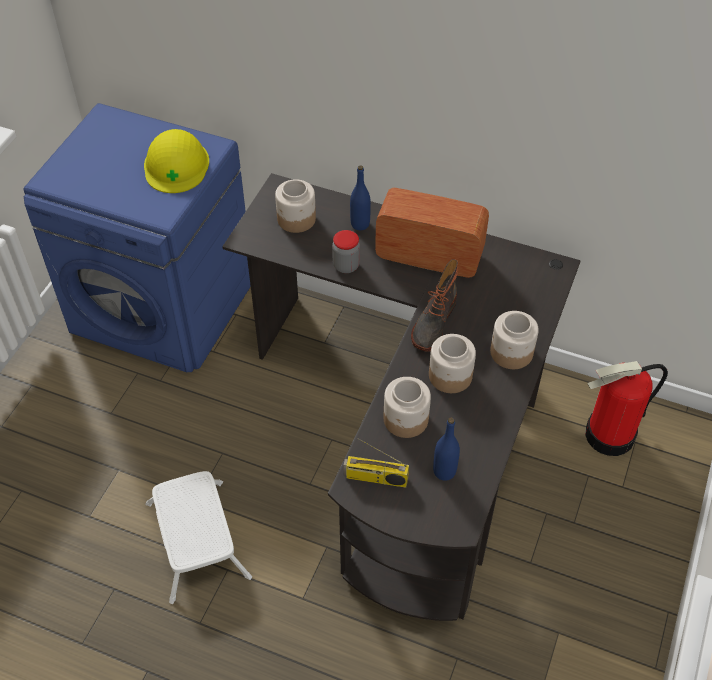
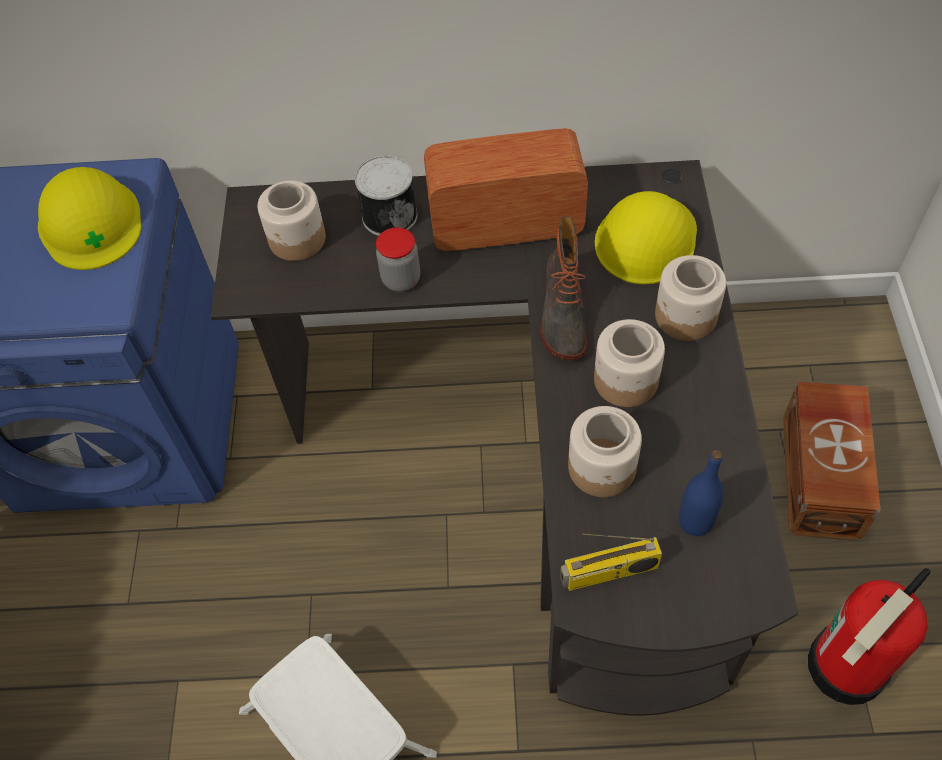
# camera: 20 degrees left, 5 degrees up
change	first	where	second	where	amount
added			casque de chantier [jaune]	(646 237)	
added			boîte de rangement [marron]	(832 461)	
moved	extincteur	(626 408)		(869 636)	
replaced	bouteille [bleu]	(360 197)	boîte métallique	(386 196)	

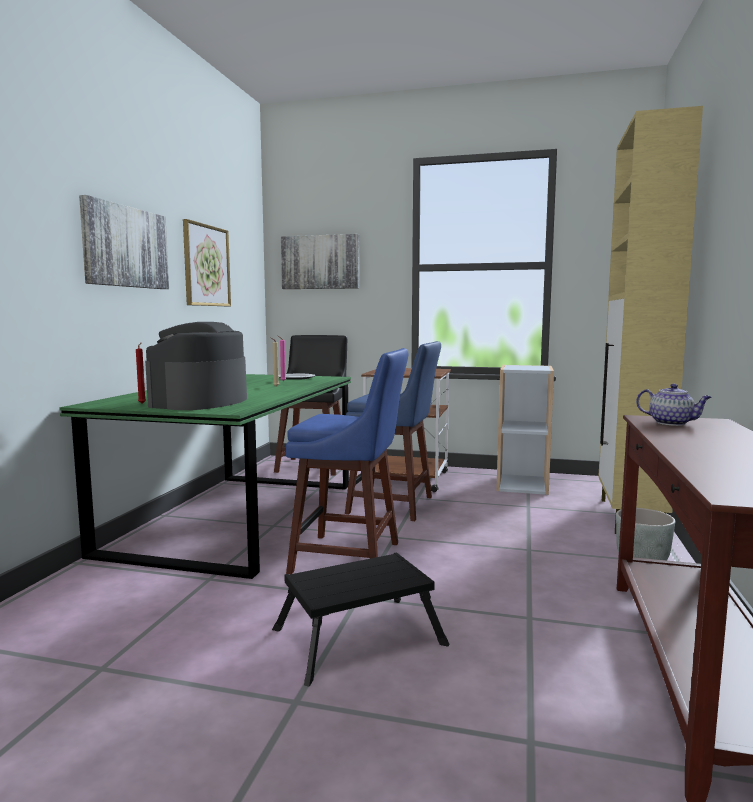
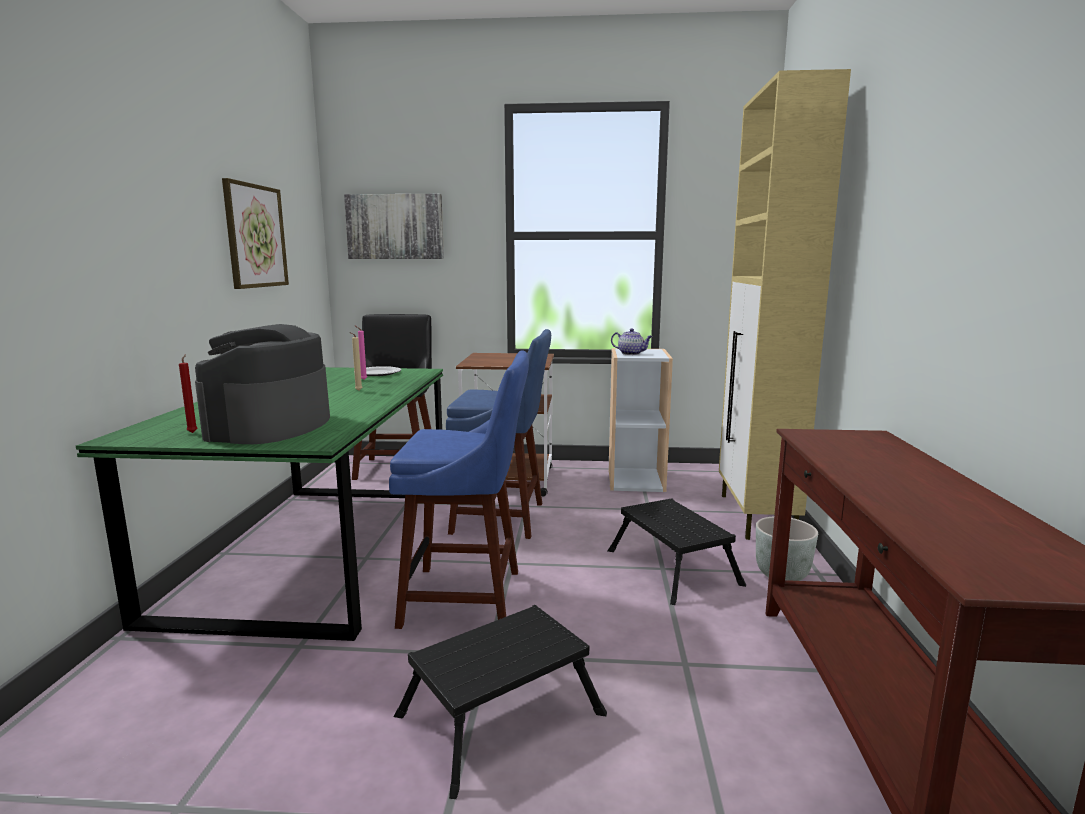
# camera: 10 degrees left, 5 degrees up
change	first	where	second	where	amount
removed	tableau	(124 242)			
added			escabeau [noir]	(677 551)	
moved	théière	(674 405)		(632 341)	

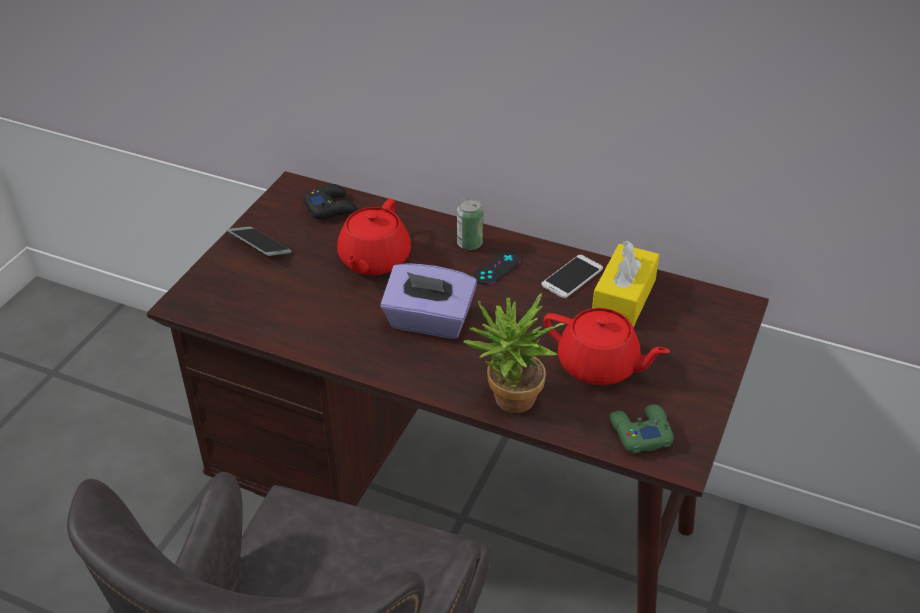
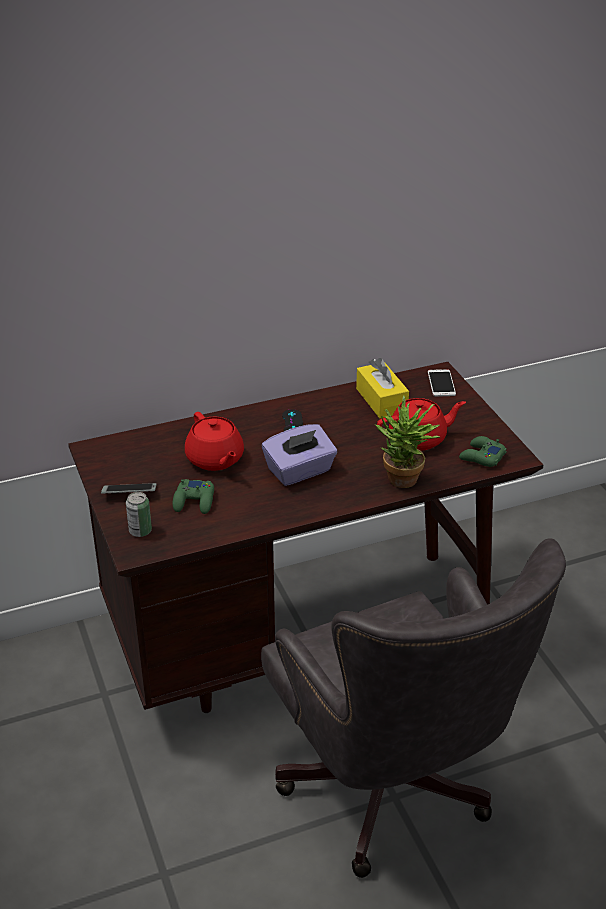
# camera: 45 degrees left, 5 degrees down
change	first	where	second	where	amount
removed	manette [noir]	(330 202)			
added			manette [vert]	(193 496)	
moved	boîte métallique	(470 224)		(139 514)	
moved	téléphone	(572 276)		(442 383)	

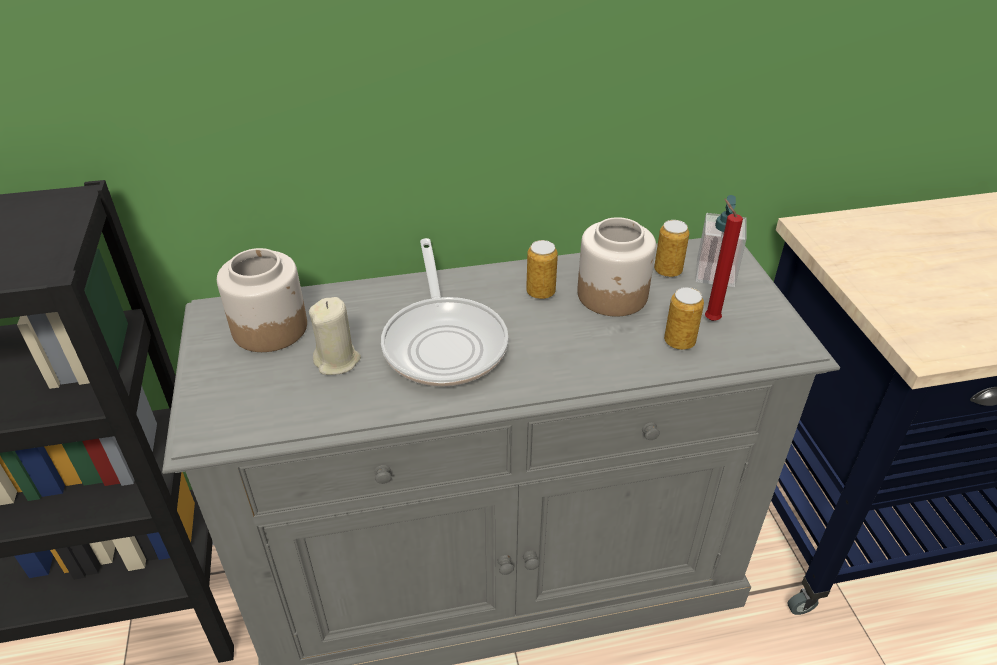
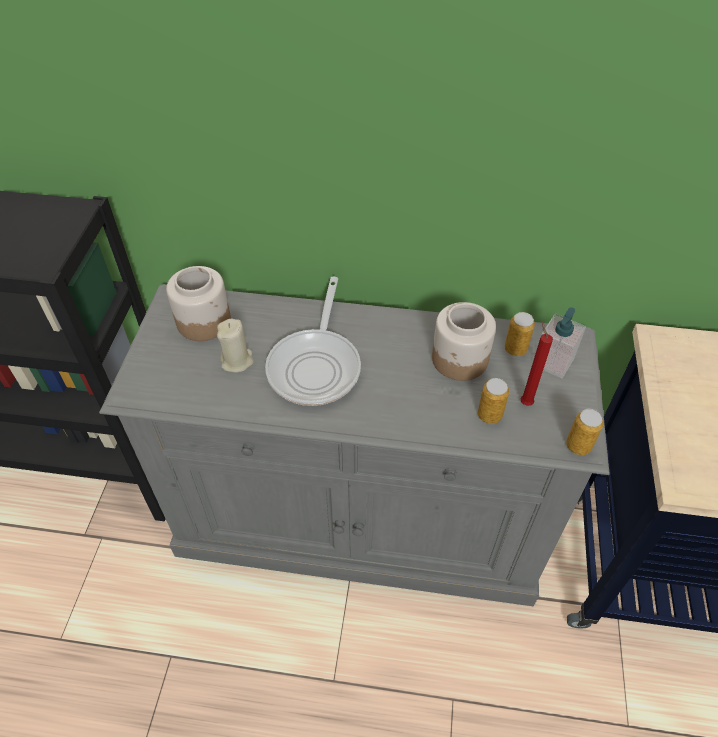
# camera: 20 degrees right, 10 degrees up
change	first	where	second	where	amount
moved	boîte métallique	(542 269)		(584 432)	

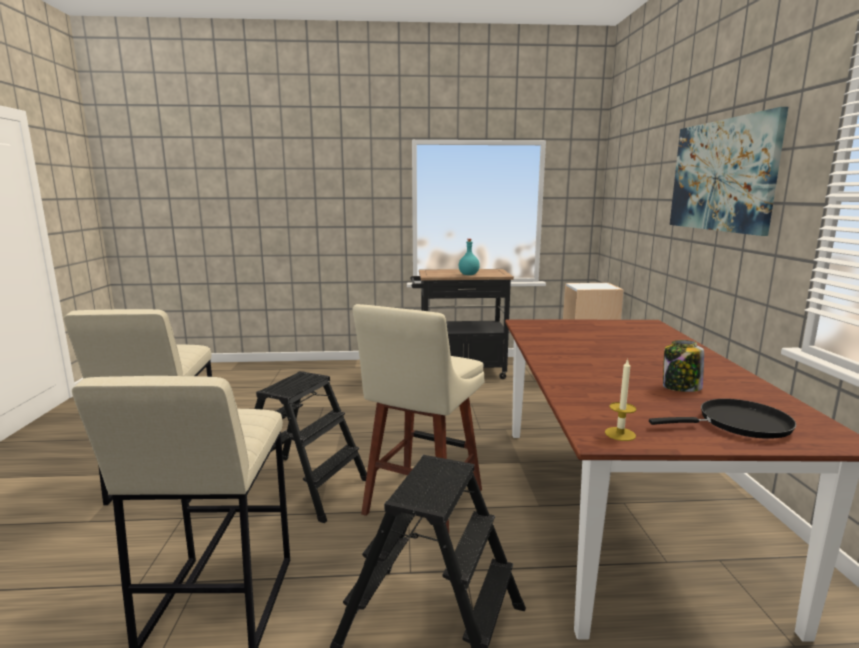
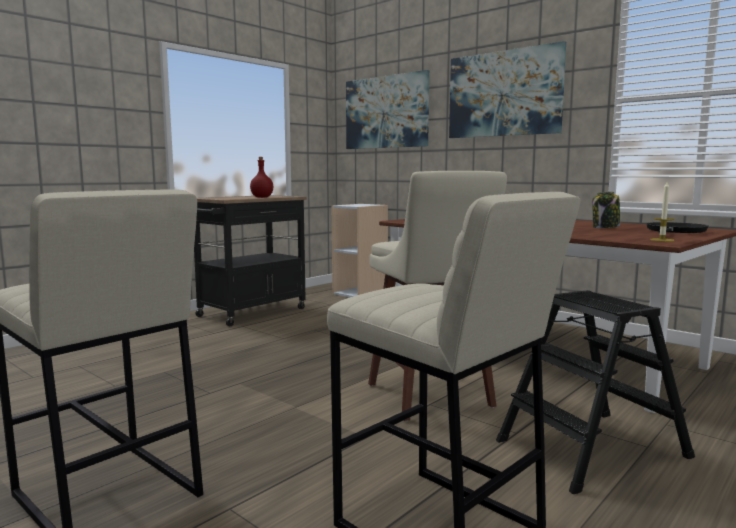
# camera: 45 degrees left, 5 degrees down
change	first	where	second	where	amount
removed	escabeau [noir]	(311 447)			
added			tableau	(387 109)	
recoloured	bouteille [turquoise]	(469 257)	bouteille [rouge]	(261 177)	

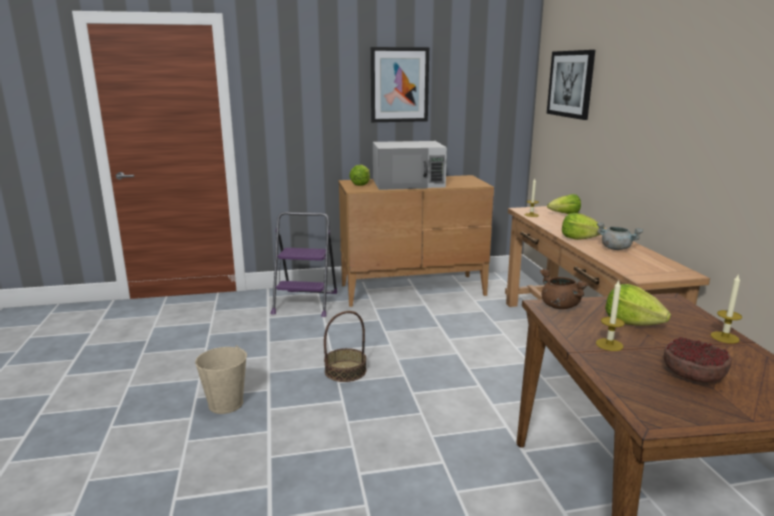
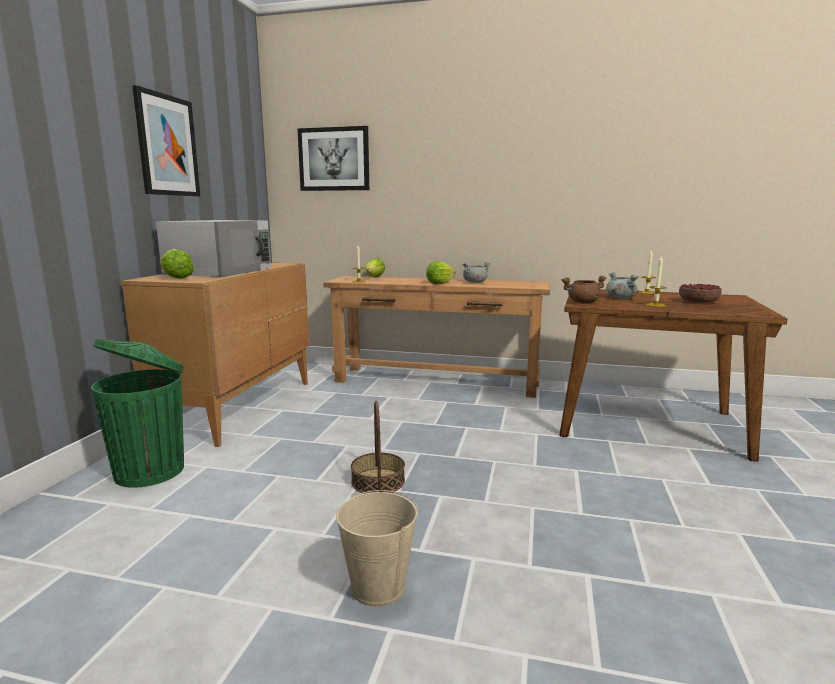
# camera: 65 degrees left, 5 degrees down
change	first	where	second	where	amount
replaced	escabeau [violet]	(303 264)	poubelle [vert]	(137 413)	
replaced	laitue	(638 304)	marmite [gris]	(622 285)	

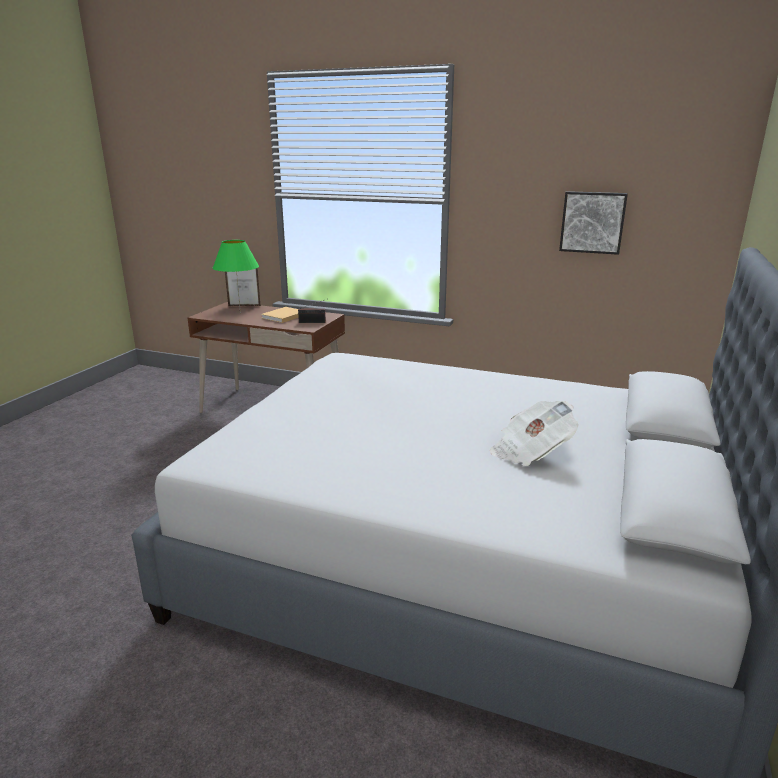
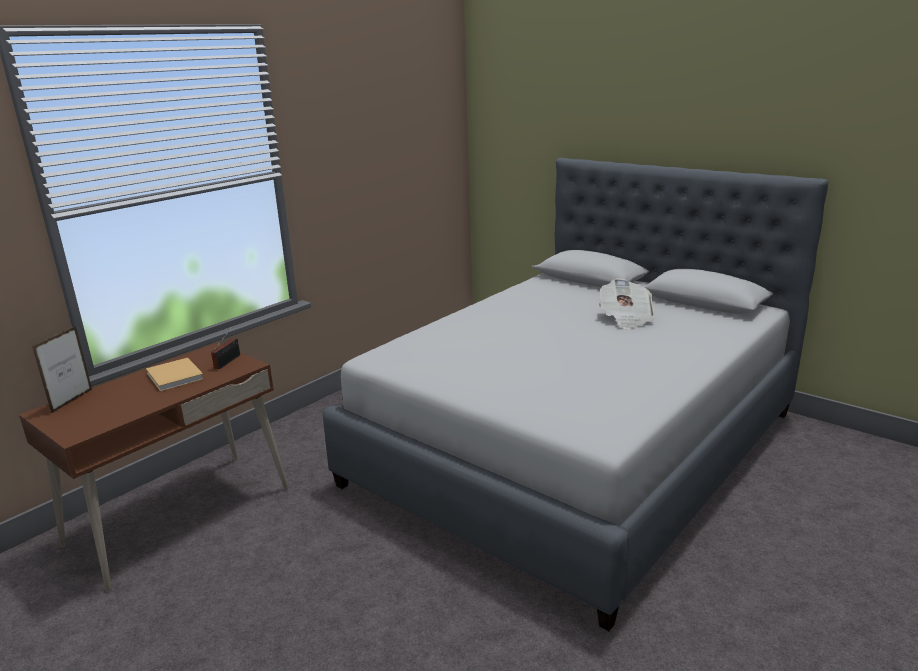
# camera: 70 degrees left, 0 degrees up
change	first	where	second	where	amount
removed	lampe de table [vert]	(236 276)			
removed	tableau	(593 223)			

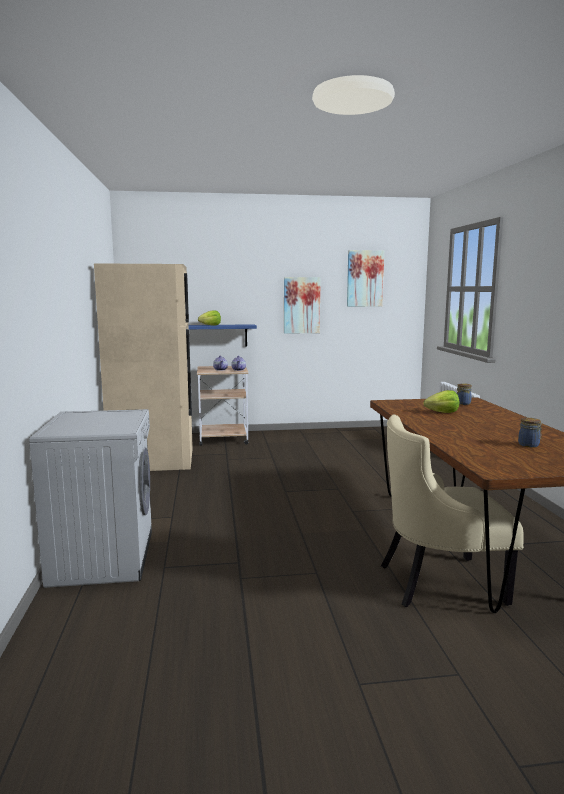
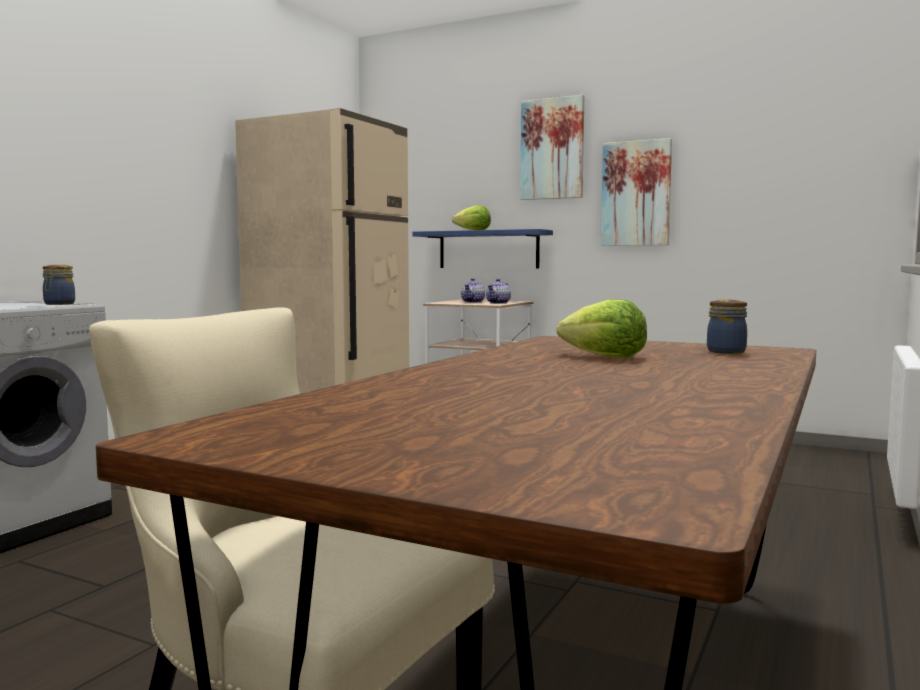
# camera: 35 degrees right, 5 degrees down
change	first	where	second	where	amount
moved	tableau	(365 278)		(552 147)	
moved	bocal	(530 433)		(59 285)	

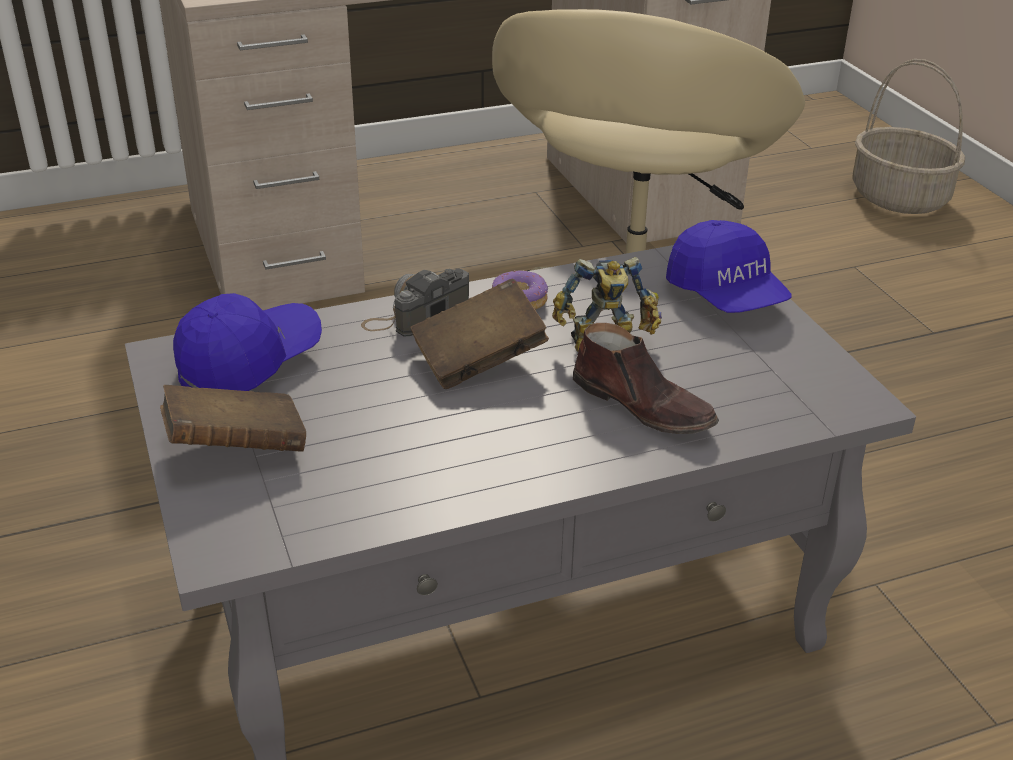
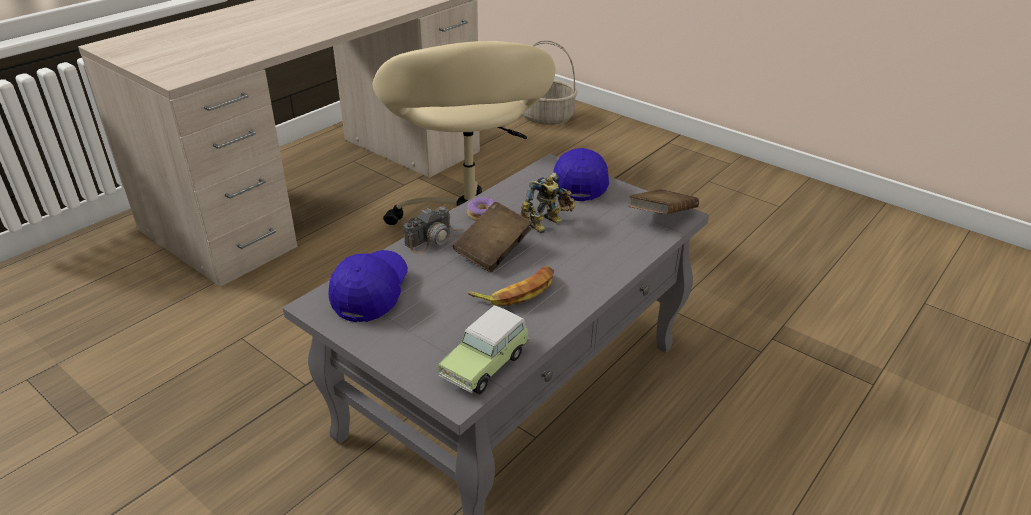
# camera: 30 degrees left, 0 degrees up
change	first	where	second	where	amount
removed	chaussure [marron]	(646 378)			
added			petite voiture	(484 349)	
added			banane	(511 286)	
moved	livre [marron]	(233 418)		(664 201)	
turned	appareil photo	(415 303)		(435 230)	150 degrees counterclockwise
turned	casquette [bleu]	(729 266)		(581 174)	120 degrees counterclockwise

